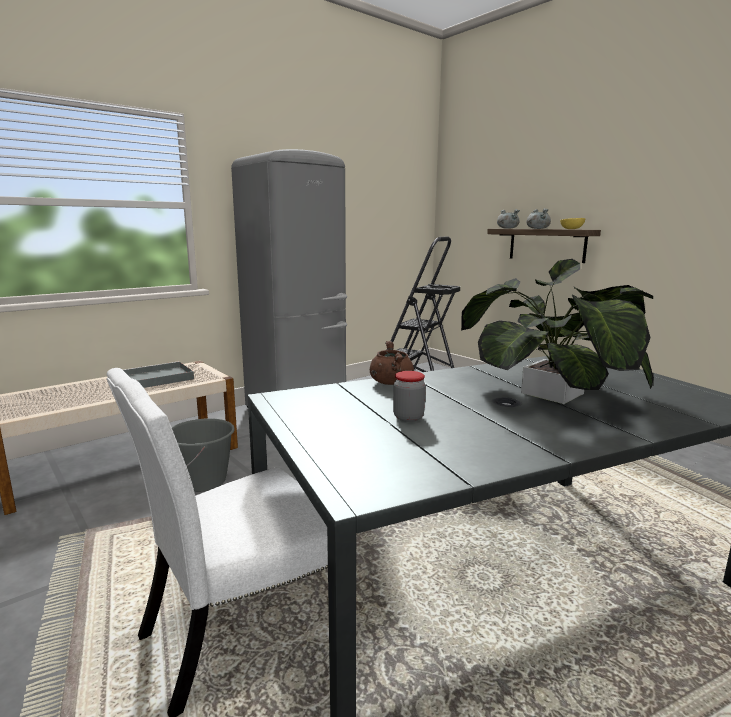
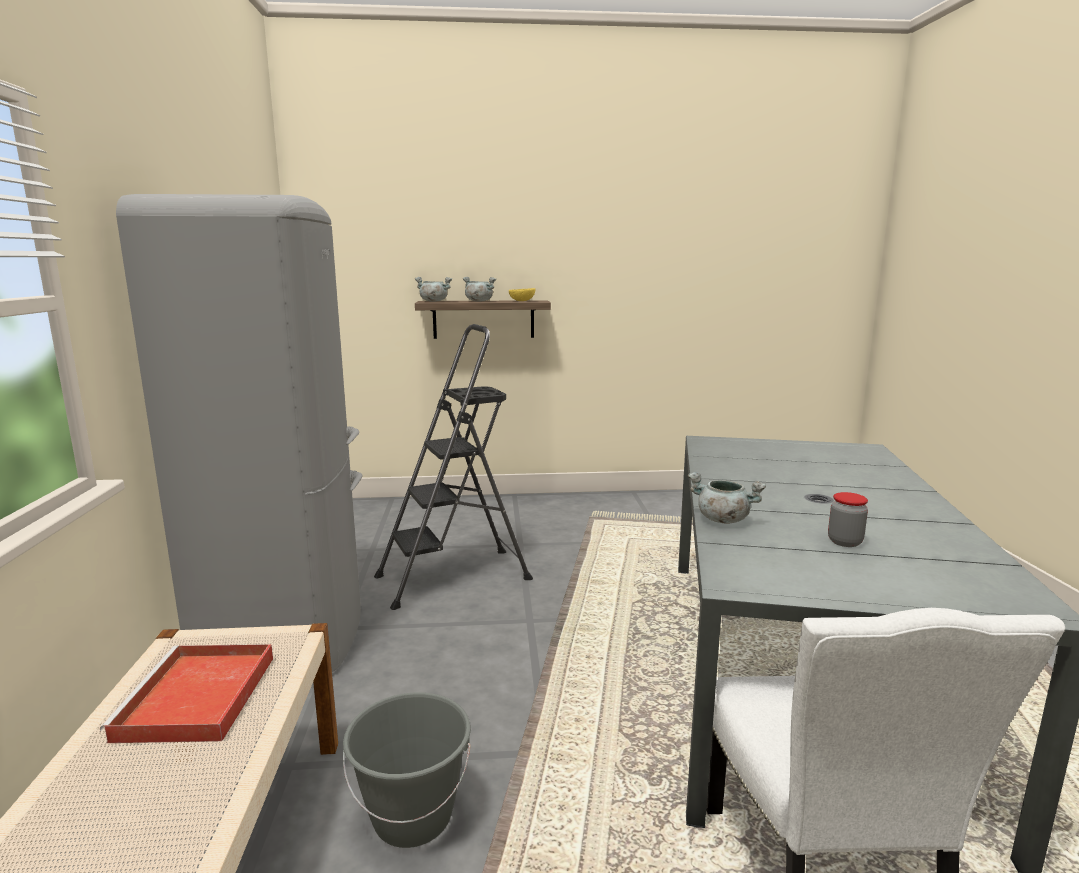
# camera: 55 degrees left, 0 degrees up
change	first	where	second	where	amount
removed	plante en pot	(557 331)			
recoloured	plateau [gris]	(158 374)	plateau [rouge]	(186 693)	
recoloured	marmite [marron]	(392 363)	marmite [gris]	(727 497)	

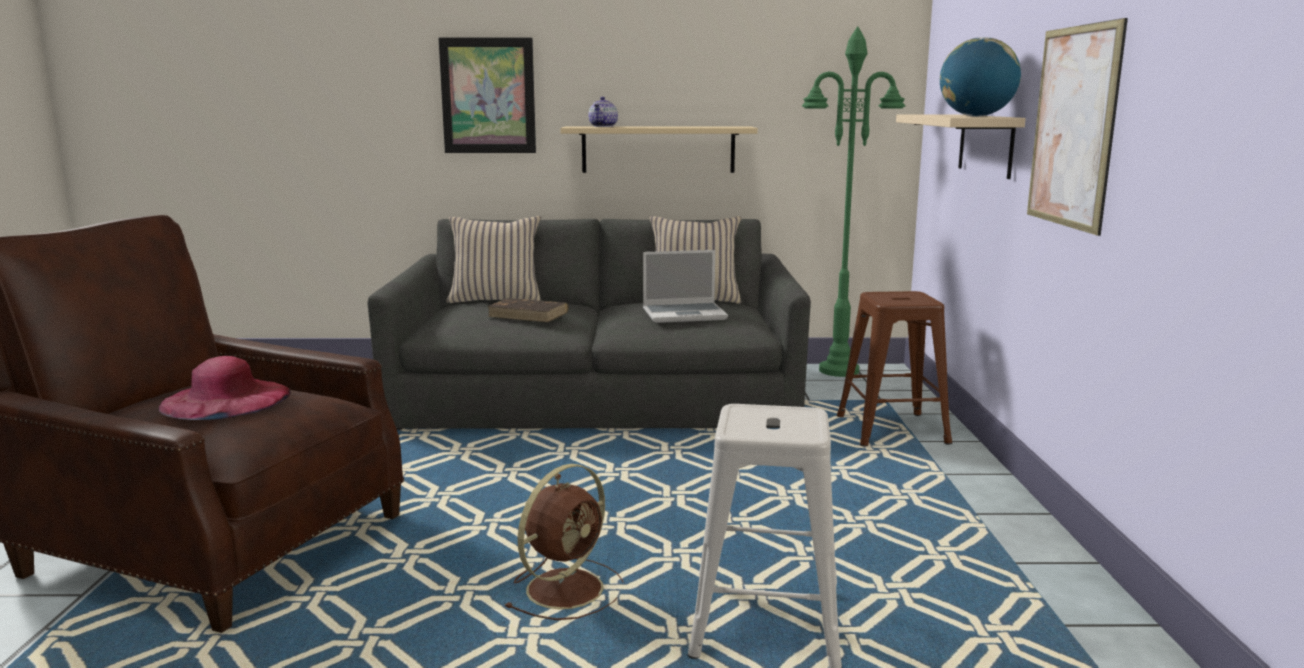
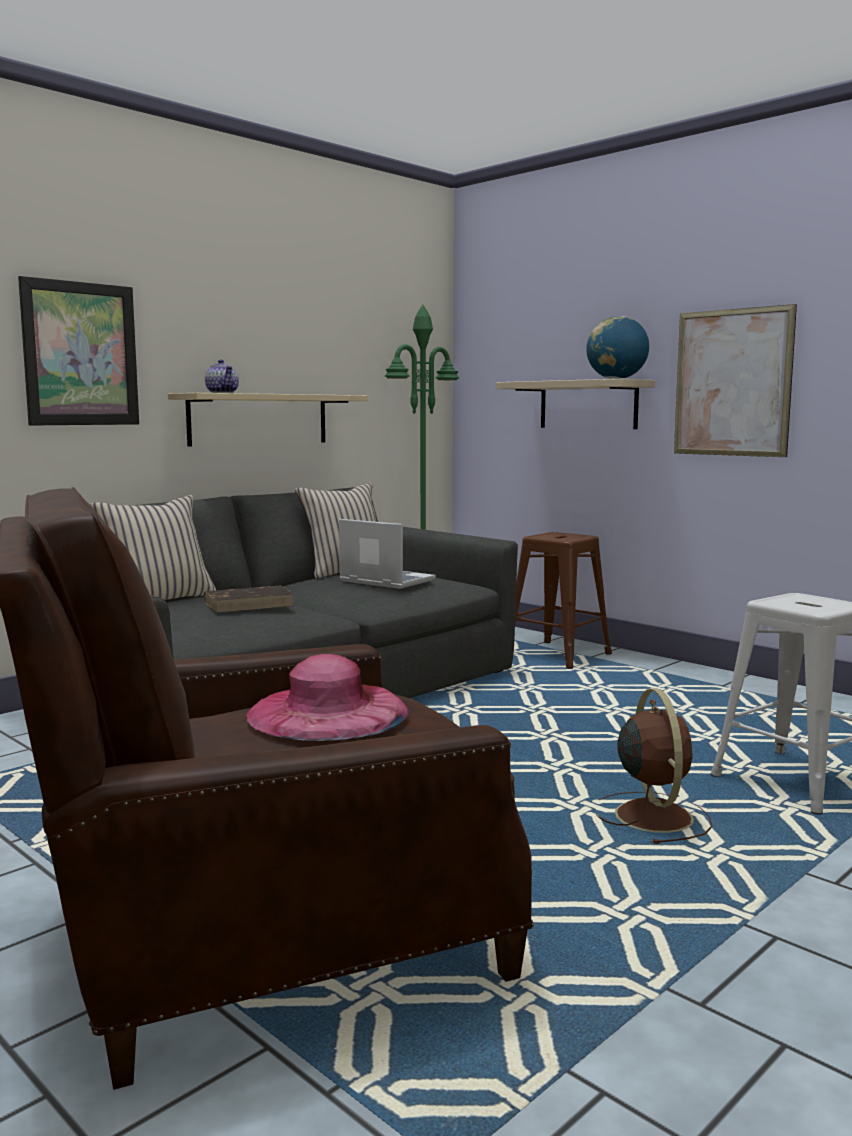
# camera: 45 degrees left, 5 degrees down
change	first	where	second	where	amount
turned	ordinateur portable	(685 286)		(387 554)	90 degrees counterclockwise

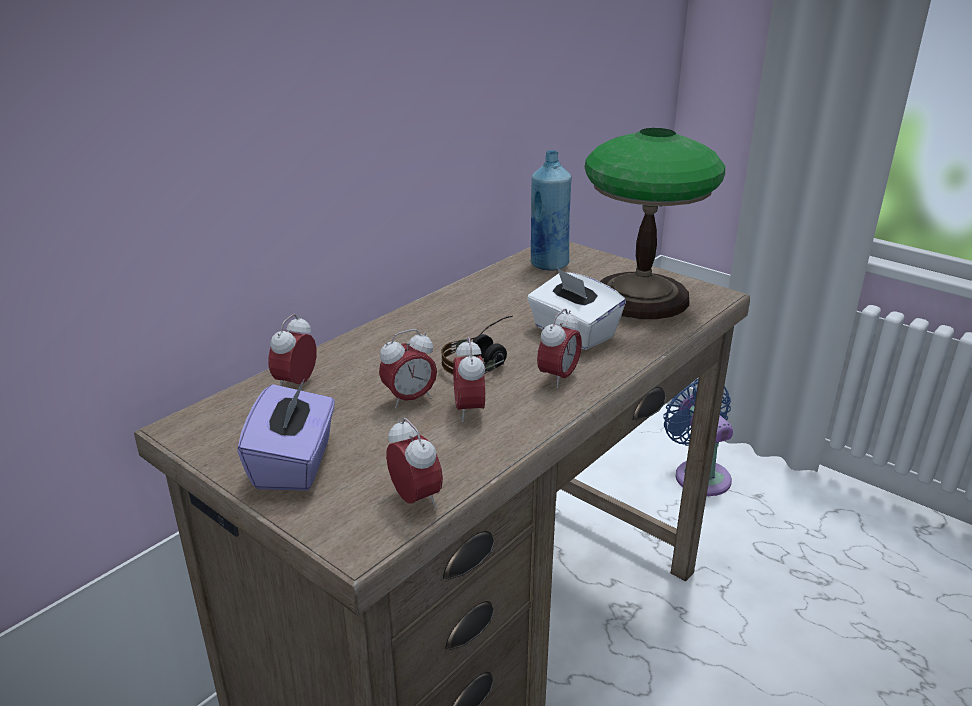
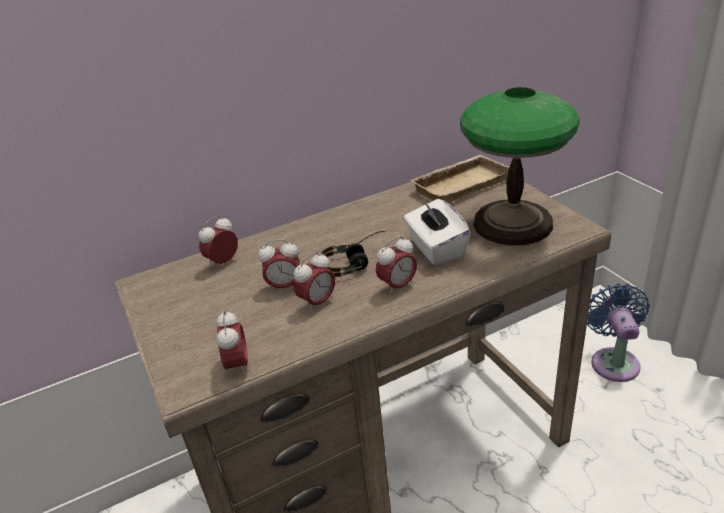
# camera: 25 degrees right, 5 degrees up
change	first	where	second	where	amount
removed	boîte à mouchoirs [violet]	(286 435)			
replaced	bouteille [bleu]	(551 210)	plateau [beige]	(459 179)	
turned	réveil	(469 379)		(314 282)	150 degrees counterclockwise

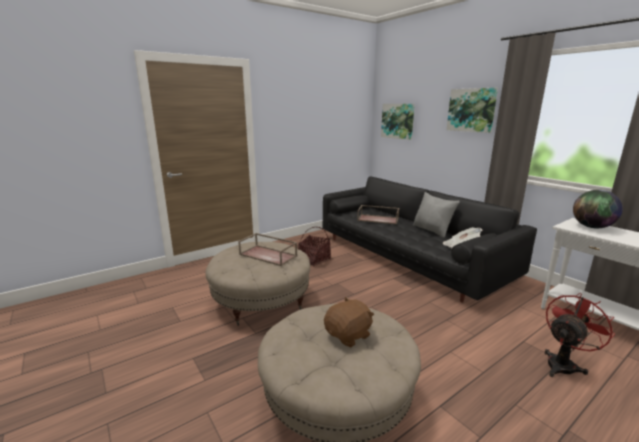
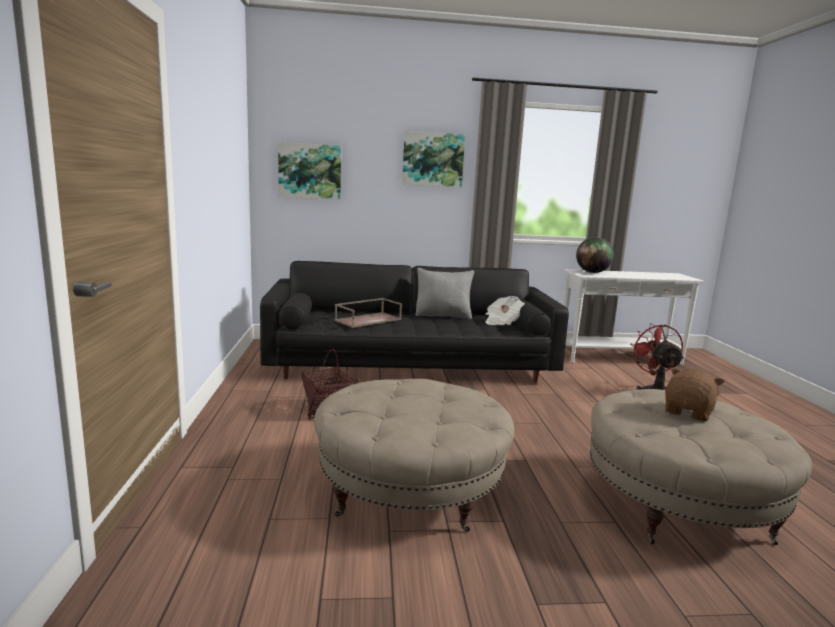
# camera: 60 degrees left, 5 degrees down
change	first	where	second	where	amount
removed	plateau [marron]	(267 249)			
turned	peluche [marron]	(349 322)		(695 395)	45 degrees clockwise

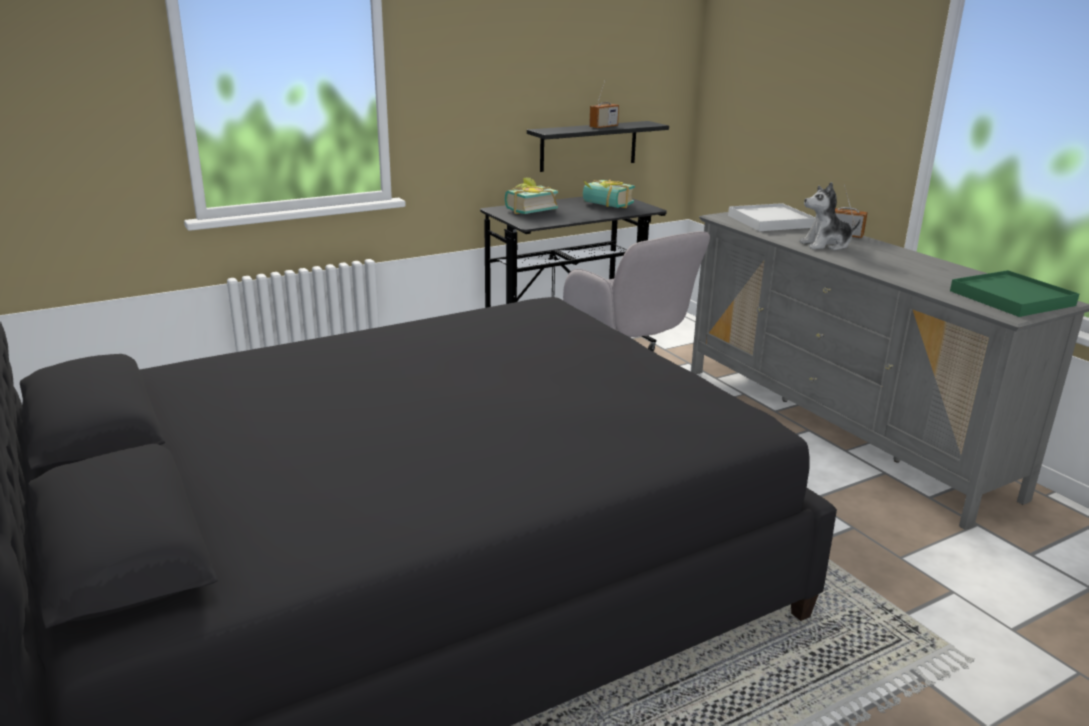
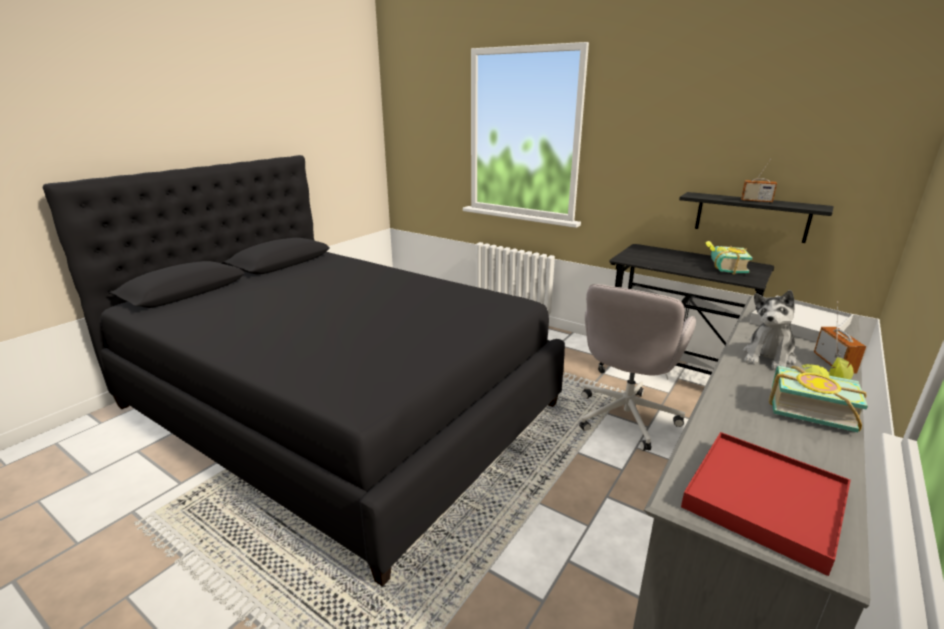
# camera: 65 degrees right, 0 degrees up
change	first	where	second	where	amount
moved	livre	(531 195)		(818 394)	
recoloured	plateau [vert]	(1014 293)	plateau [rouge]	(766 504)	
turned	peluche	(830 216)		(769 330)	105 degrees counterclockwise

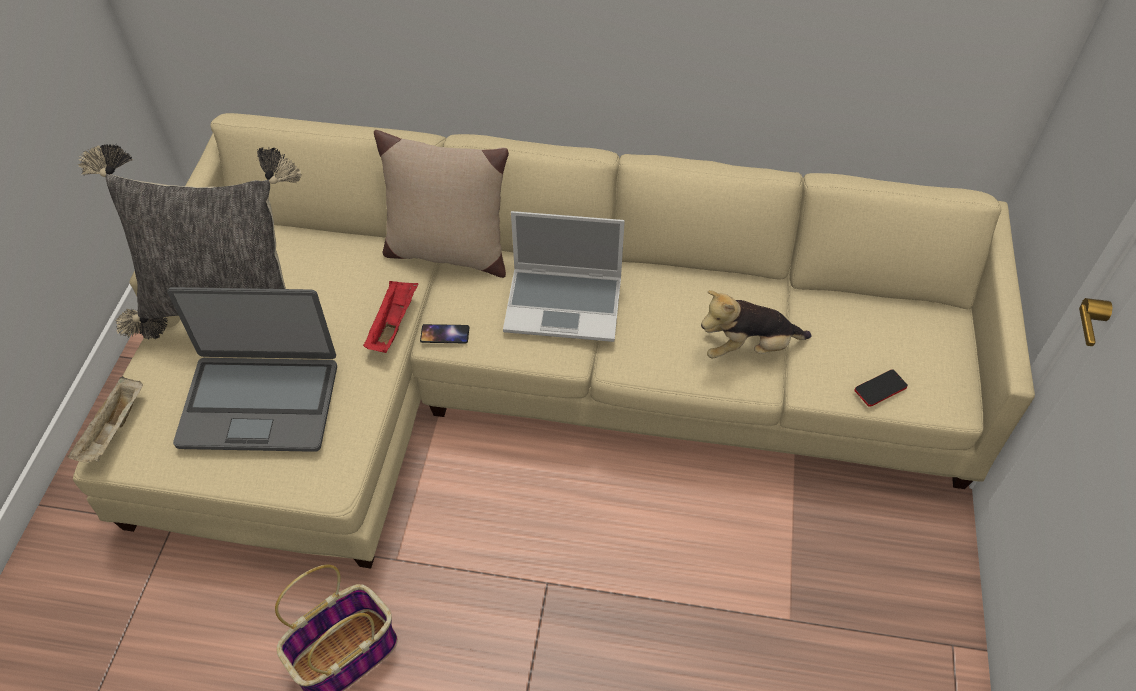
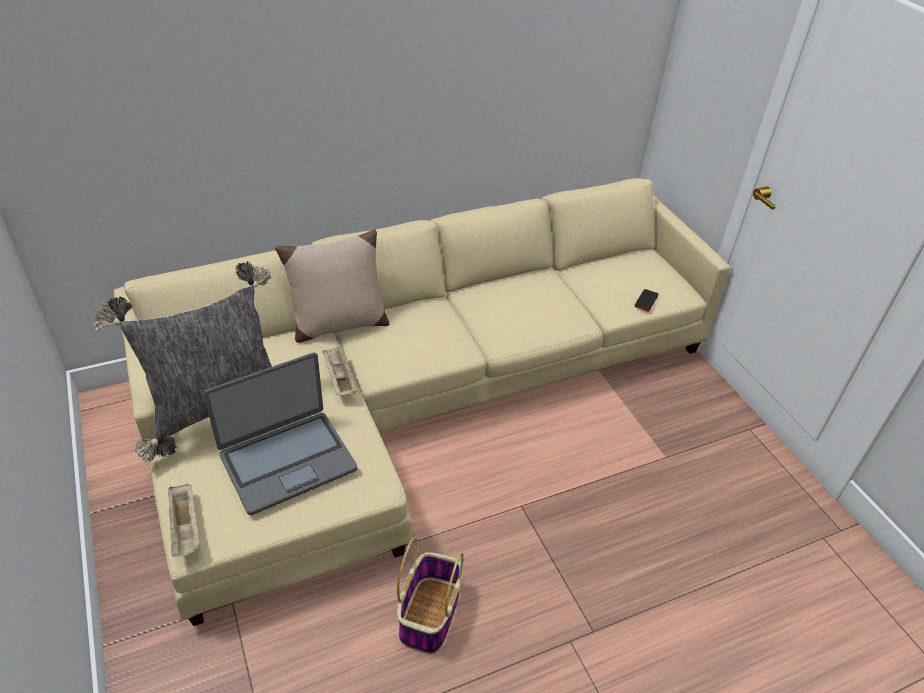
# camera: 35 degrees left, 10 degrees down
change	first	where	second	where	amount
removed	téléphone	(444 333)			
removed	ordinateur portable	(564 276)			
removed	peluche	(756 324)			
recoloured	plateau [rouge]	(390 317)	plateau [beige]	(339 370)	

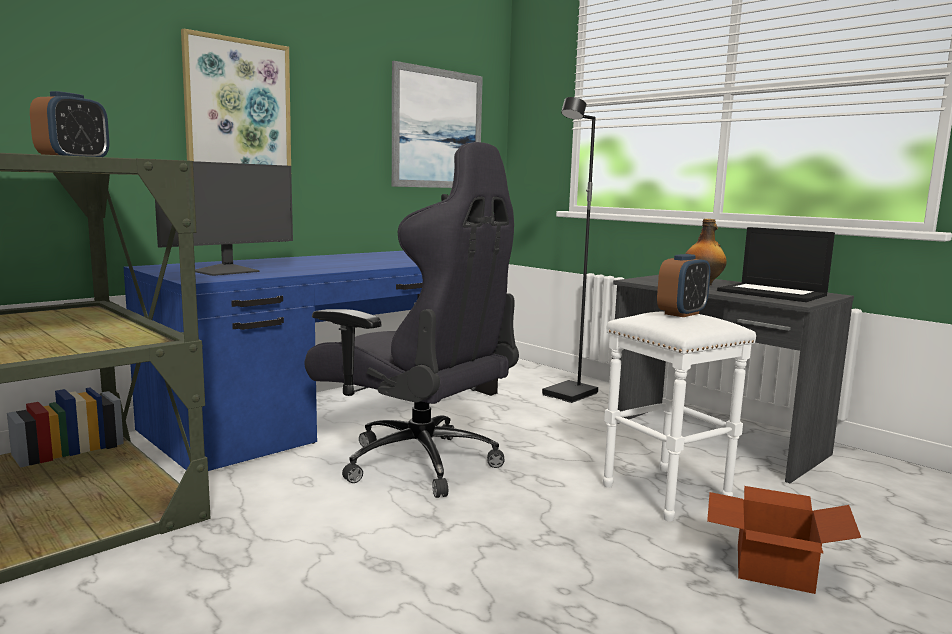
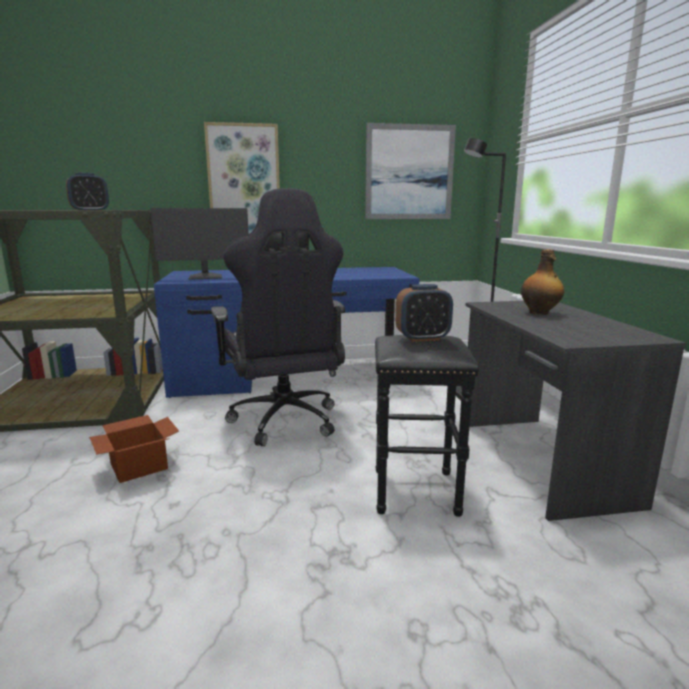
# camera: 35 degrees right, 5 degrees up
change	first	where	second	where	amount
removed	ordinateur portable	(776 264)			
moved	carton	(784 540)		(134 449)	
recoloured	tabouret [blanc]	(679 416)	tabouret [noir]	(427 426)	

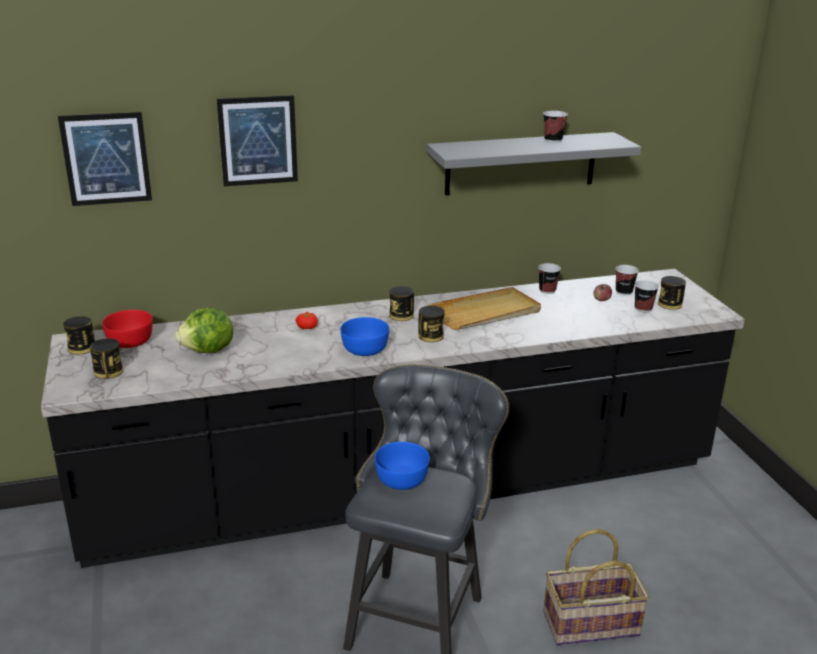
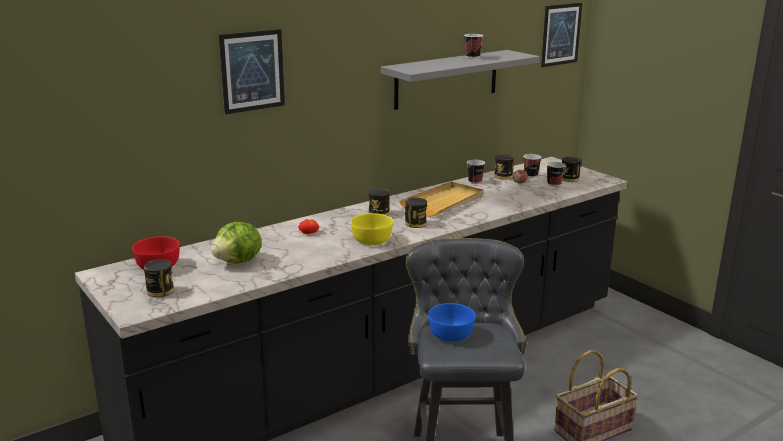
# camera: 20 degrees left, 5 degrees down
change	first	where	second	where	amount
moved	tableau	(105 159)		(561 35)	
moved	boîte métallique	(79 335)		(504 167)	
recoloured	bol [bleu]	(364 336)	bol [jaune]	(372 229)	

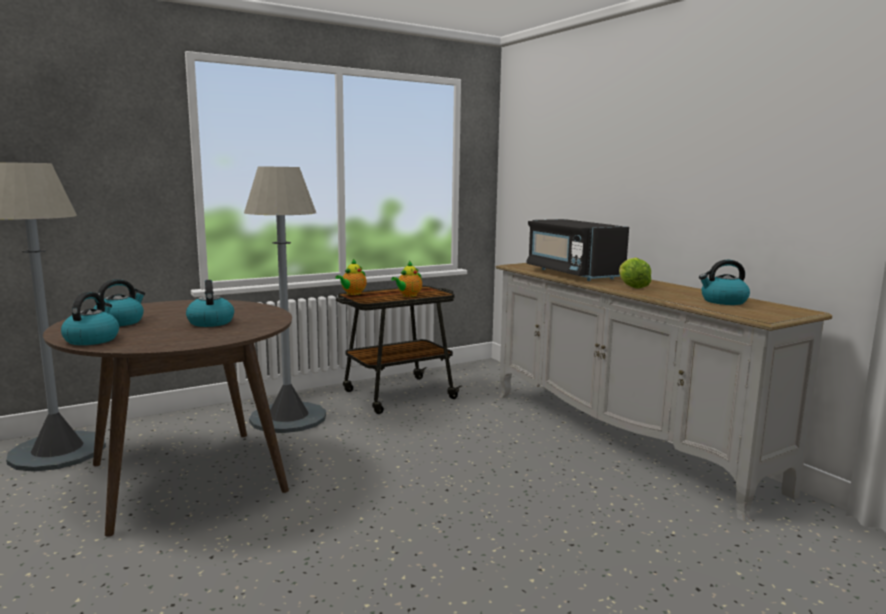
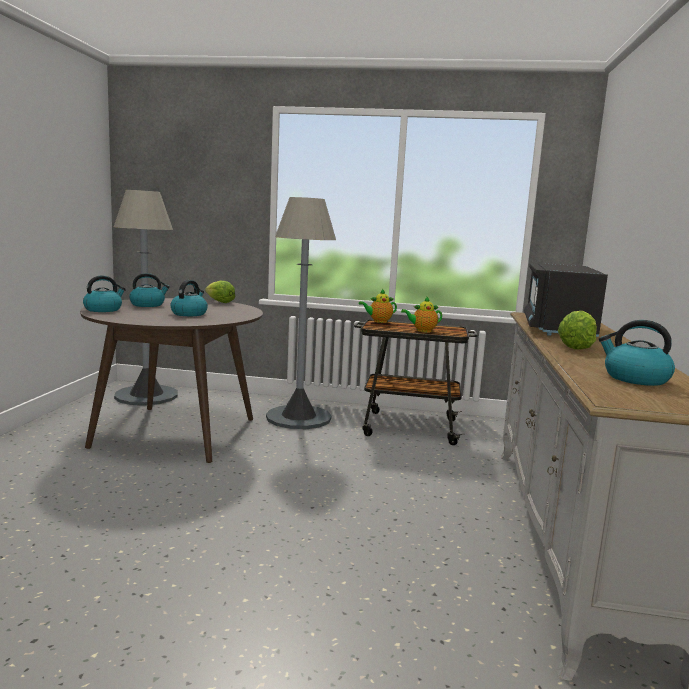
# camera: 40 degrees right, 0 degrees up
change	first	where	second	where	amount
added			laitue	(220 292)	

